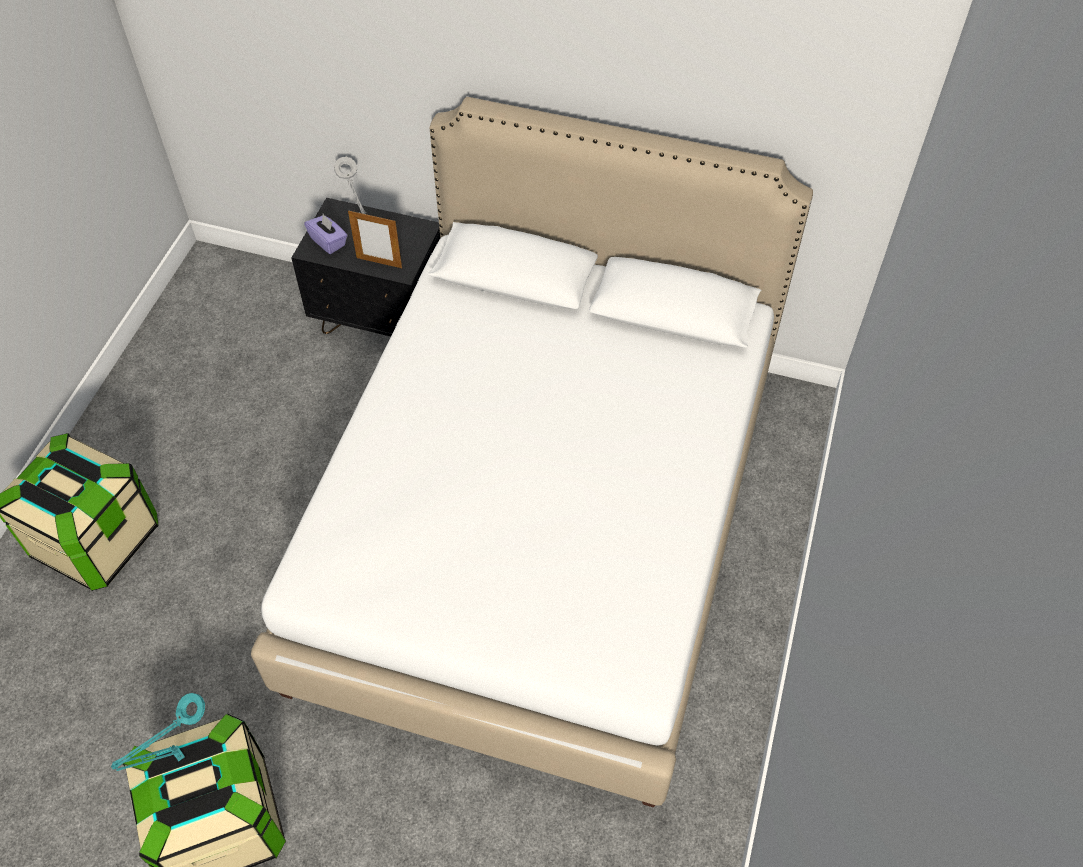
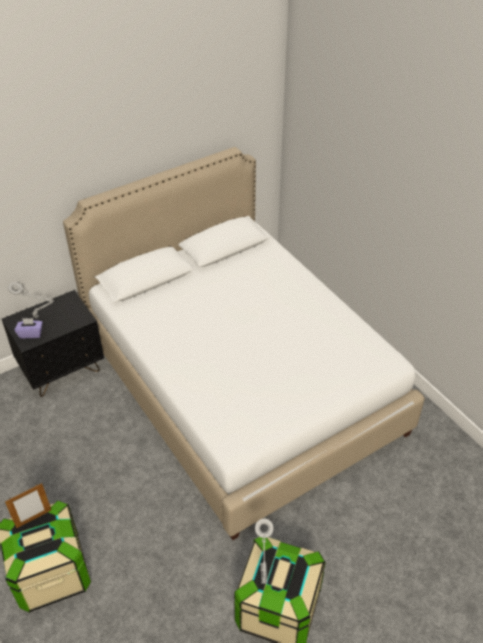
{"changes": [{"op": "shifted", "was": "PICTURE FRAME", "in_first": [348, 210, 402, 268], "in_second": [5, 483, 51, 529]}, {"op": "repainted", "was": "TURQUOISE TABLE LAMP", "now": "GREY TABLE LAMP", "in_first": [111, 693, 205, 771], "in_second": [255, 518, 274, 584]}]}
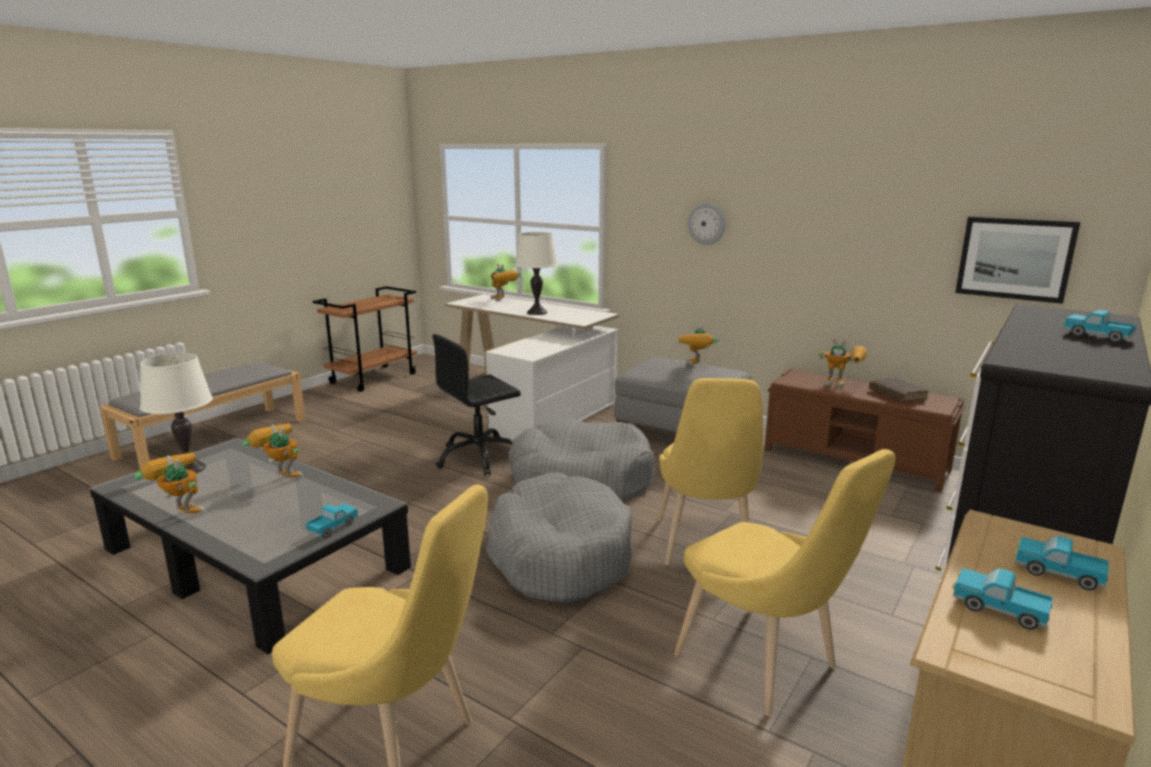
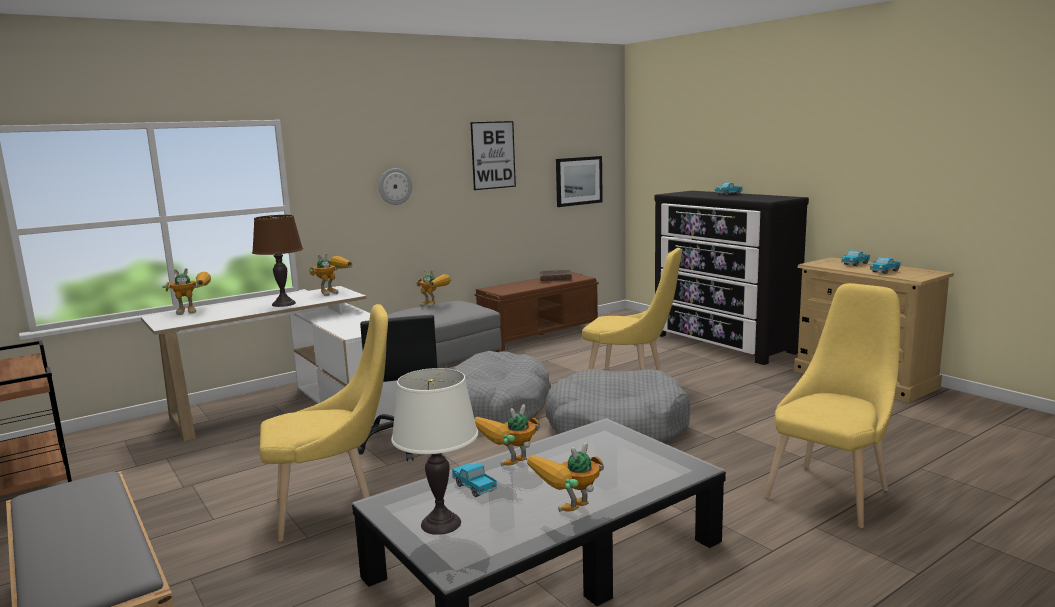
{"changes": [{"op": "new", "now": "PICTURE", "in_second": [470, 121, 516, 190]}, {"op": "shifted", "was": "MODEL TRUCK", "in_first": [306, 504, 358, 538], "in_second": [452, 463, 497, 497]}, {"op": "shifted", "was": "YELLOW CHAIR", "in_first": [674, 449, 895, 716], "in_second": [260, 304, 388, 542]}, {"op": "shifted", "was": "ROBOT FIGURE", "in_first": [818, 339, 867, 387], "in_second": [309, 253, 353, 296]}, {"op": "repainted", "was": "WHITE-COLOURED TABLE LAMP", "now": "BROWN-COLOURED TABLE LAMP", "in_first": [515, 232, 558, 315], "in_second": [252, 215, 303, 307]}]}
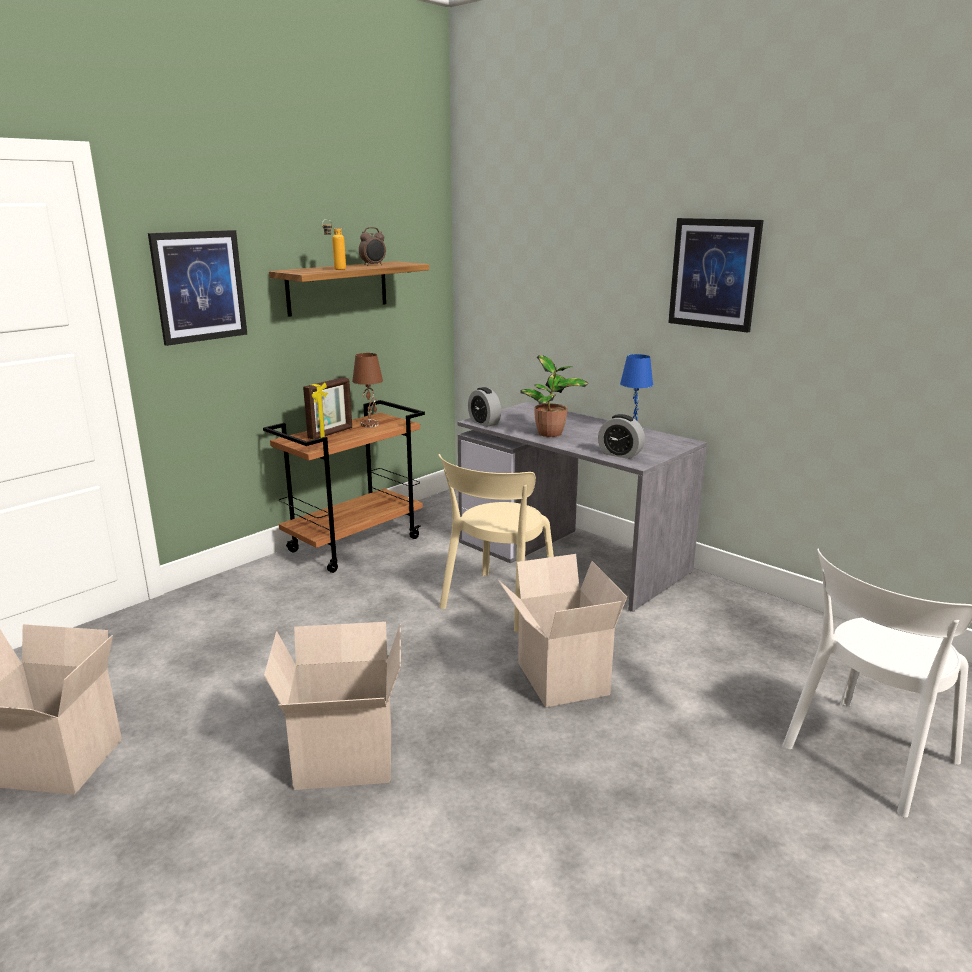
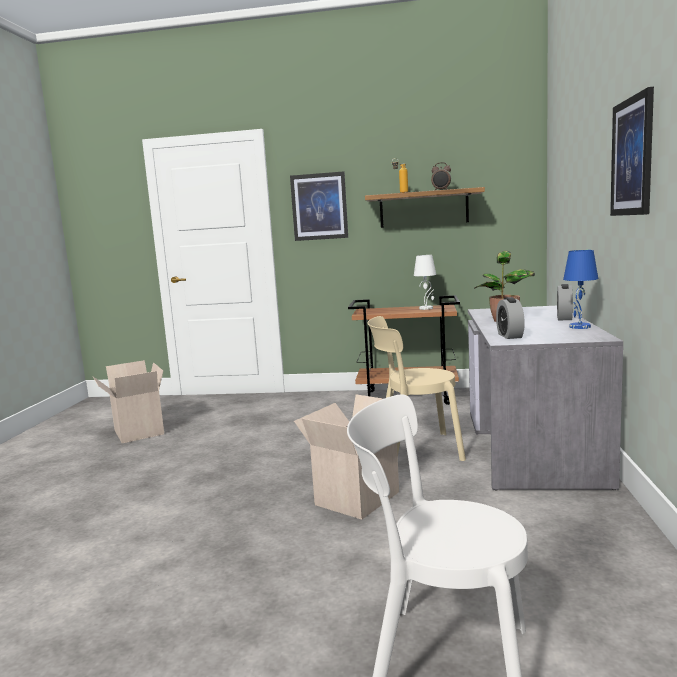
{"changes": [{"op": "gone", "was": "PACKING BOX", "in_first": [264, 622, 401, 790]}, {"op": "gone", "was": "PICTURE FRAME", "in_first": [303, 377, 352, 440]}, {"op": "shifted", "was": "TABLE CLOCK", "in_first": [468, 387, 501, 427], "in_second": [557, 284, 573, 320]}, {"op": "repainted", "was": "BROWN-COLOURED TABLE LAMP", "now": "WHITE-COLOURED TABLE LAMP", "in_first": [352, 353, 383, 427], "in_second": [414, 255, 436, 310]}]}
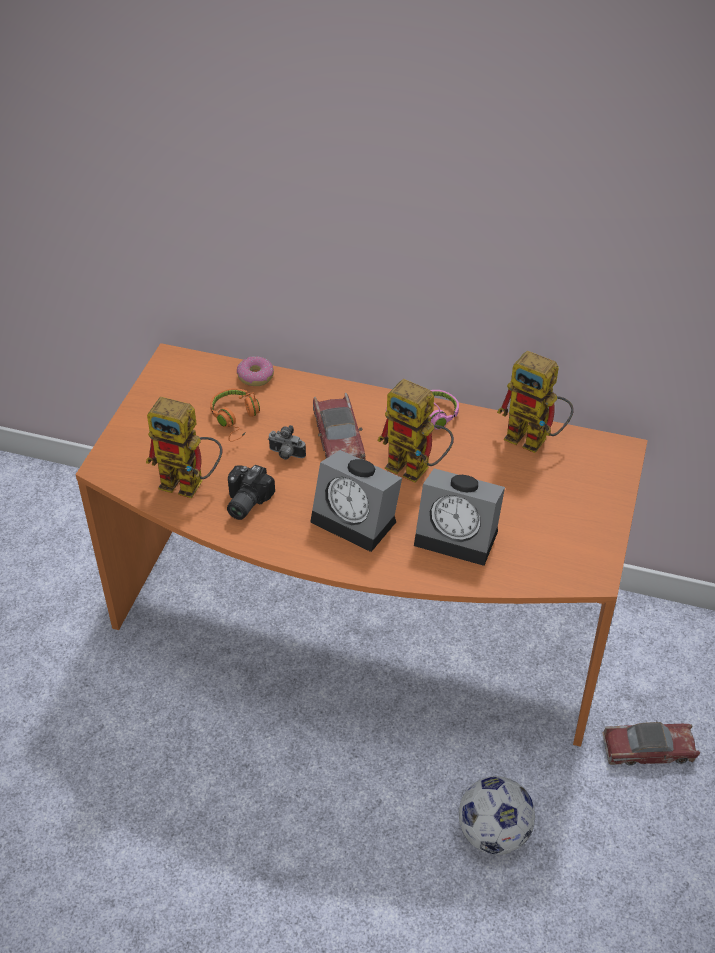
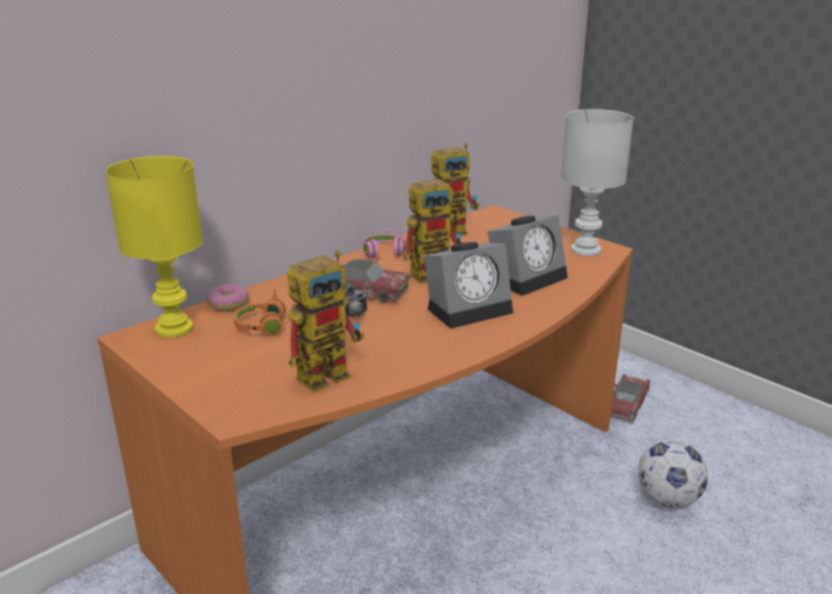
{"changes": [{"op": "gone", "was": "PHOTO CAMERA", "in_first": [227, 465, 275, 520]}, {"op": "new", "now": "YELLOW TABLE LAMP", "in_second": [105, 156, 203, 338]}, {"op": "new", "now": "WHITE-COLOURED TABLE LAMP", "in_second": [561, 109, 634, 256]}]}
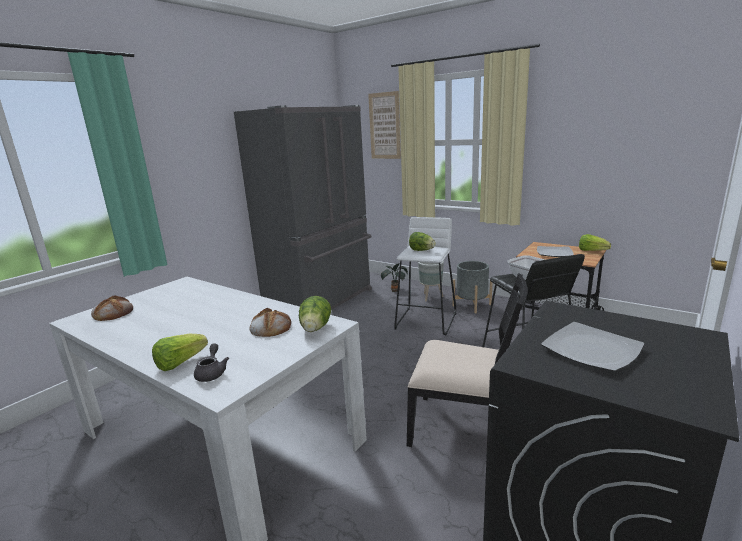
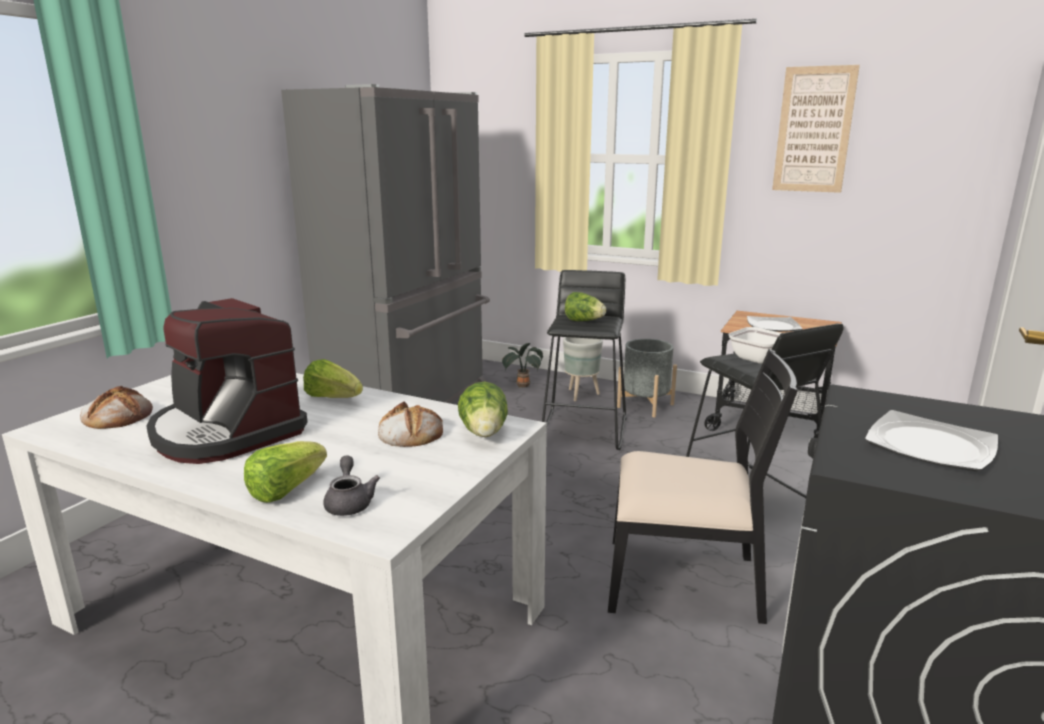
{"changes": [{"op": "new", "now": "COFFEE MACHINE", "in_second": [146, 298, 308, 464]}, {"op": "shifted", "was": "PICTURE", "in_first": [368, 91, 401, 159], "in_second": [772, 65, 860, 193]}, {"op": "shifted", "was": "HEAD OF LETTUCE", "in_first": [579, 234, 611, 251], "in_second": [303, 359, 363, 398]}, {"op": "repainted", "was": "WHITE-COLOURED SITTING STOOL", "now": "BLACKISH SITTING STOOL", "in_first": [394, 217, 457, 335], "in_second": [542, 270, 626, 450]}]}
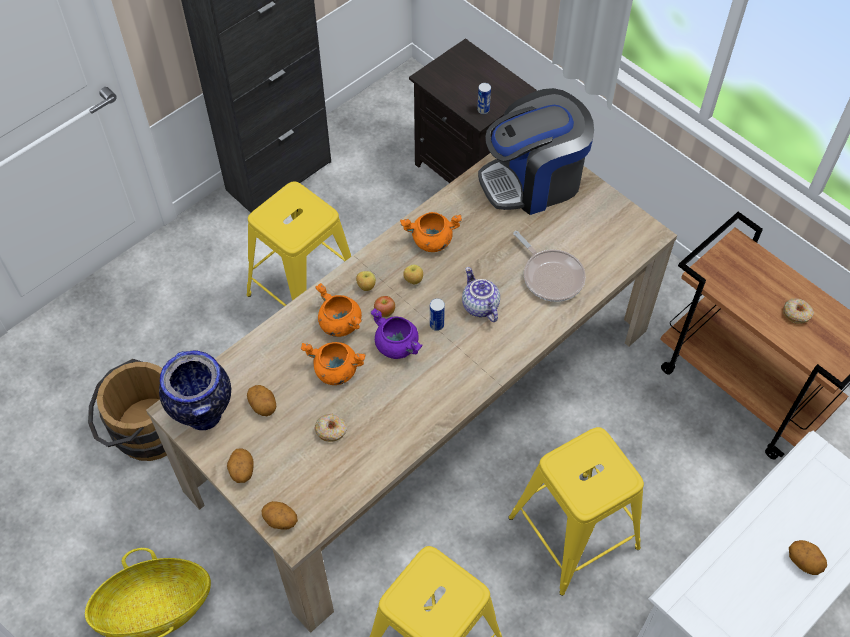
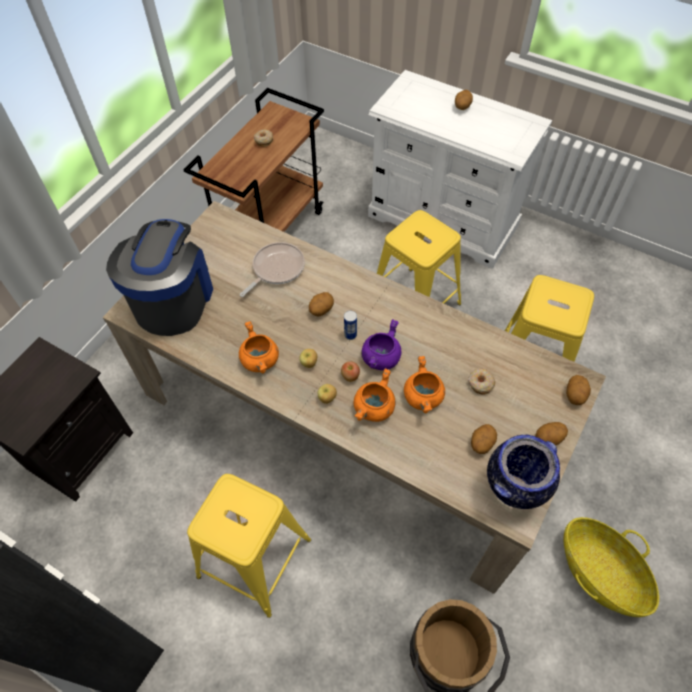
{"changes": [{"op": "gone", "was": "CAN", "in_first": [477, 83, 491, 114]}, {"op": "swapped", "was": "TEAPOT", "now": "WHOLE POTATO", "in_first": [462, 267, 500, 322], "in_second": [309, 292, 334, 316]}, {"op": "rotated", "was": "COFFEE MACHINE", "in_first": [478, 88, 594, 215], "in_second": [106, 219, 213, 336], "clockwise": -135}]}
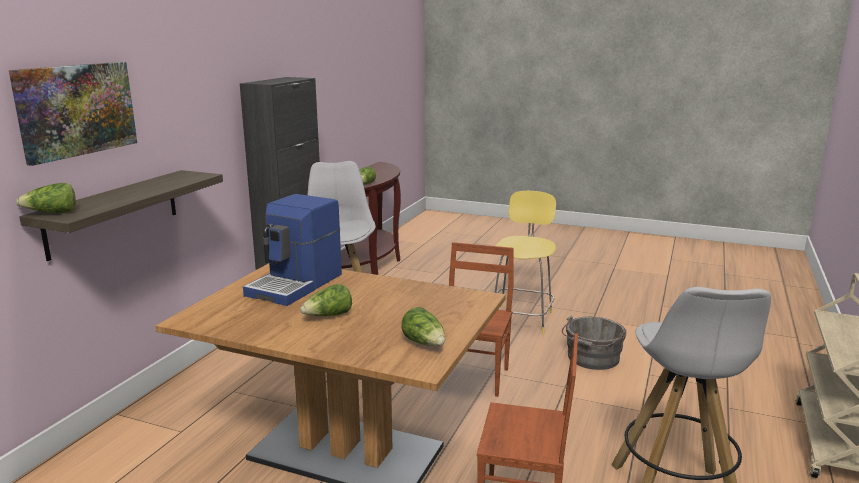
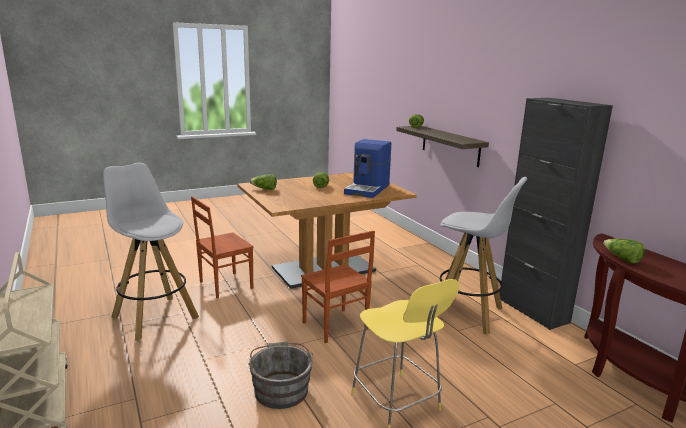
{"changes": [{"op": "gone", "was": "PICTURE", "in_first": [9, 62, 137, 166]}, {"op": "rotated", "was": "COFFEE MACHINE", "in_first": [243, 194, 342, 306], "in_second": [344, 139, 391, 198], "clockwise": -135}]}
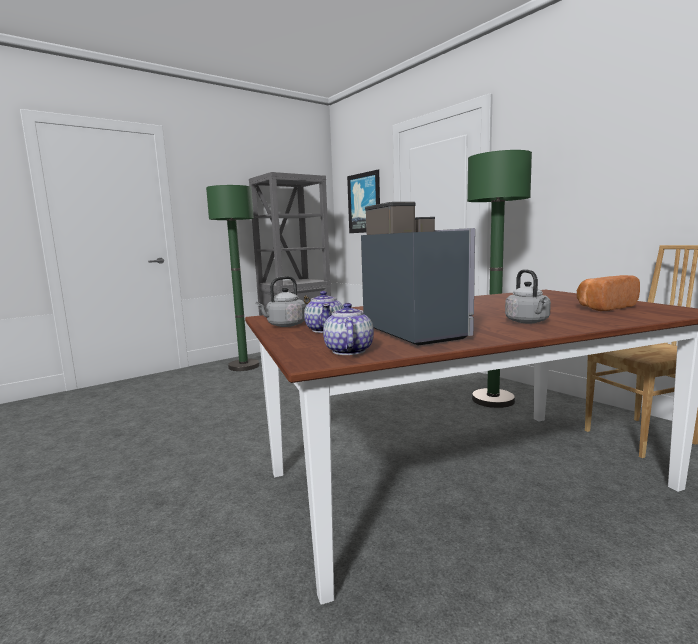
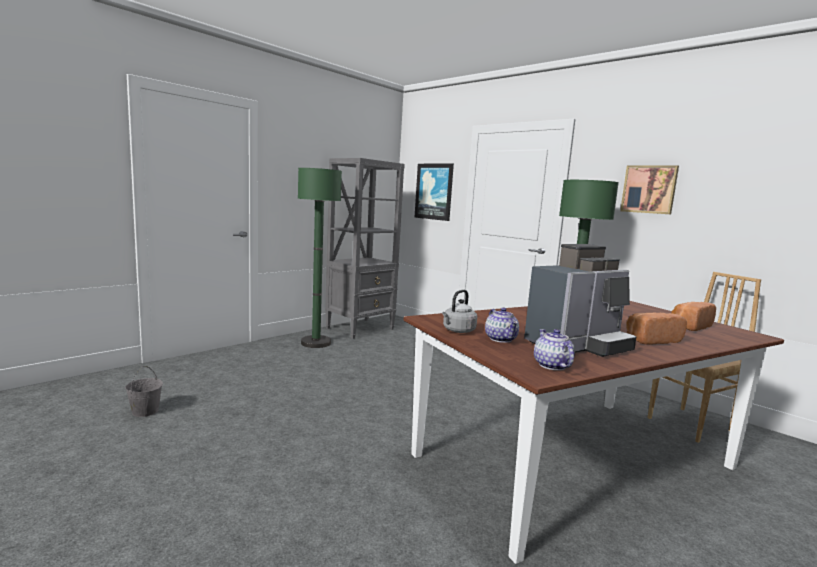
{"changes": [{"op": "new", "now": "GREY WATER BUCKET", "in_second": [125, 366, 163, 417]}, {"op": "new", "now": "PICTURE", "in_second": [620, 165, 679, 214]}, {"op": "swapped", "was": "GREY KETTLE", "now": "BAKED BREAD", "in_first": [505, 269, 551, 323], "in_second": [626, 313, 687, 345]}, {"op": "rotated", "was": "COFFEE MACHINE", "in_first": [361, 202, 475, 346], "in_second": [524, 244, 636, 357], "clockwise": 90}]}
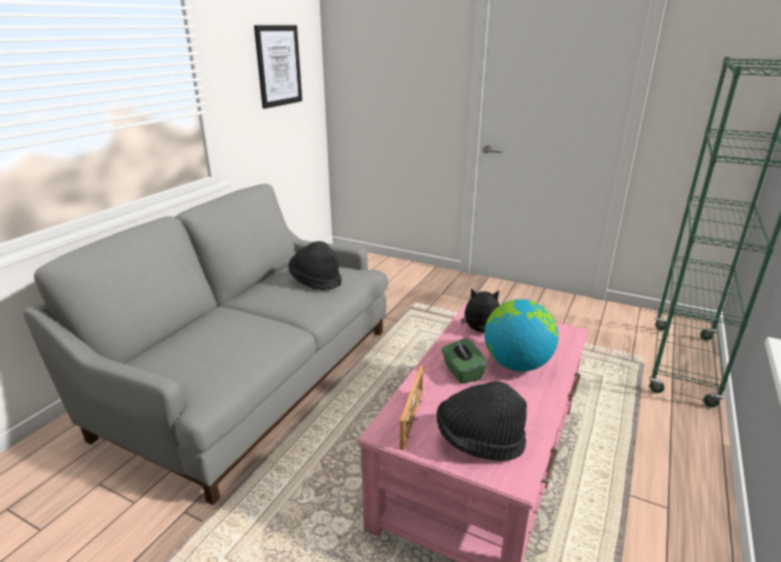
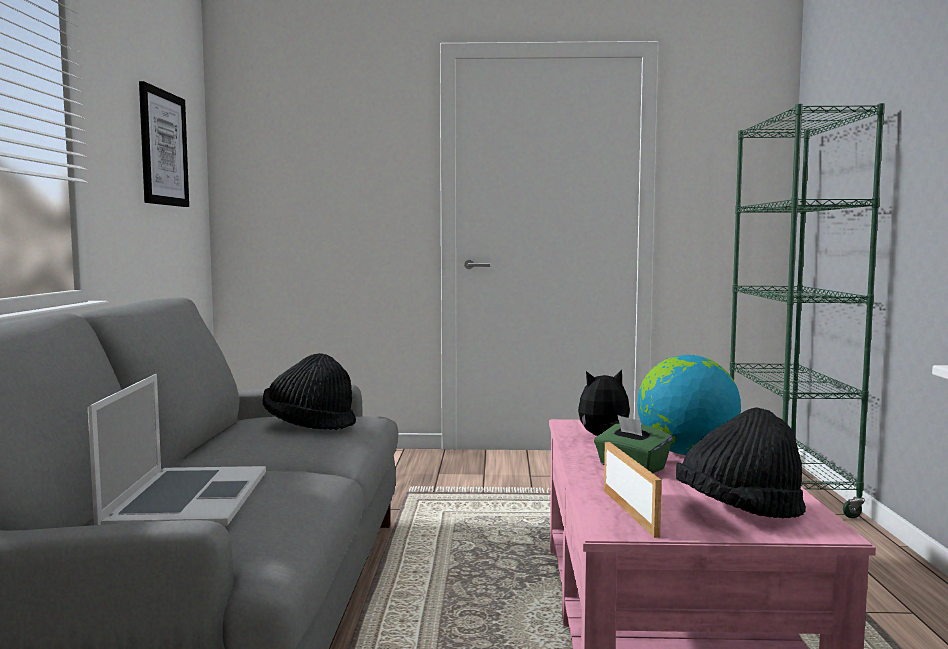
{"changes": [{"op": "new", "now": "NOTEBOOK COMPUTER", "in_second": [88, 374, 266, 526]}]}
